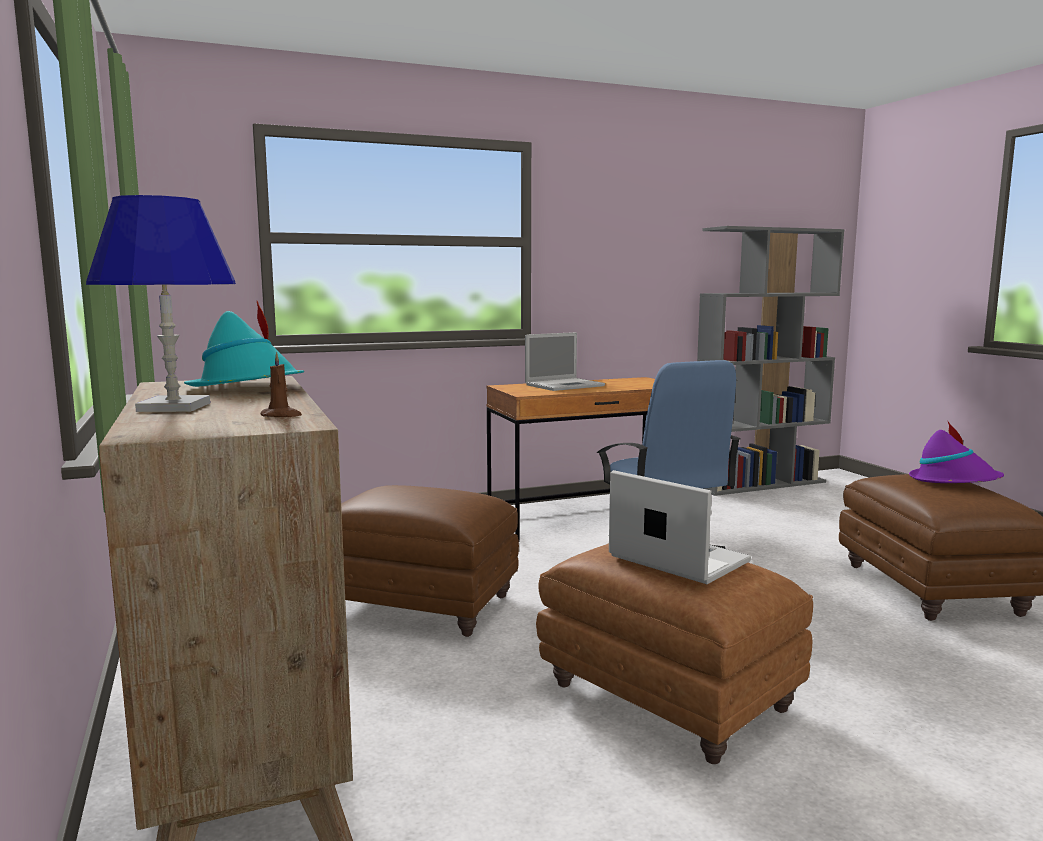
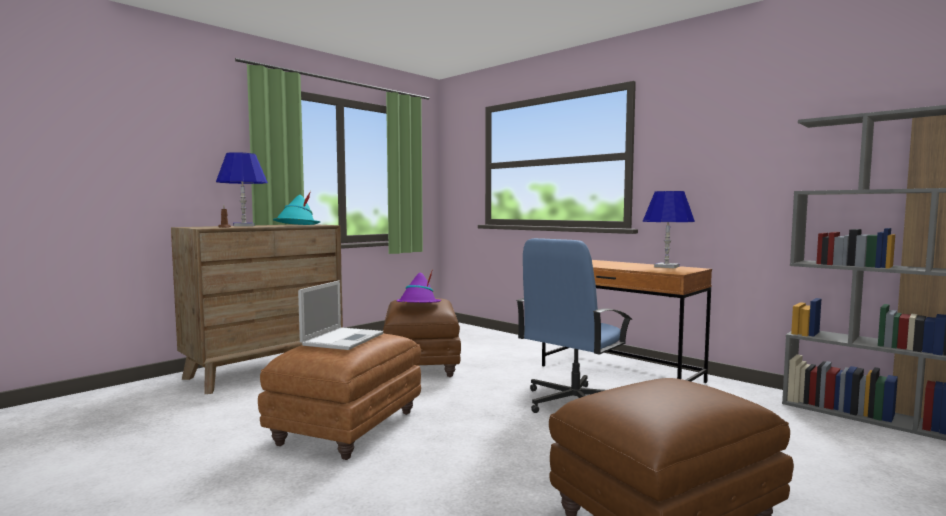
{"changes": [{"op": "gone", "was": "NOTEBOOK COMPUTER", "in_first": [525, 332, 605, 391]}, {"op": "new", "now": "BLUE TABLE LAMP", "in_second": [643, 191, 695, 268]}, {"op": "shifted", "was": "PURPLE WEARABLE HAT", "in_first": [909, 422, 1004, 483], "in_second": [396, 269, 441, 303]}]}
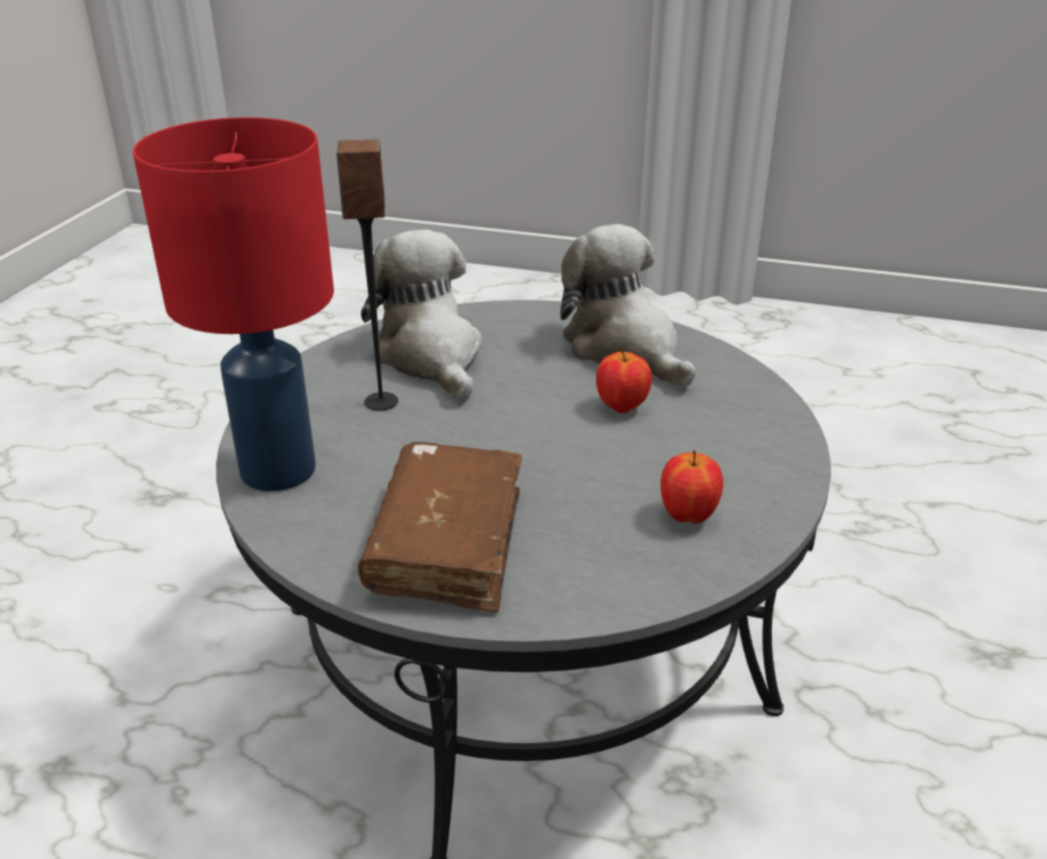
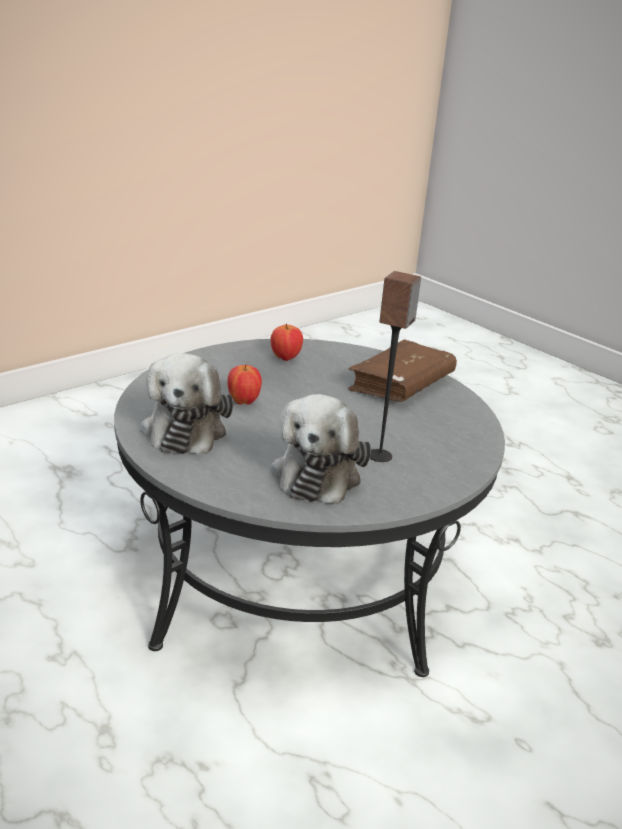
{"changes": [{"op": "gone", "was": "REDDISH TABLE LAMP", "in_first": [133, 117, 334, 491]}]}
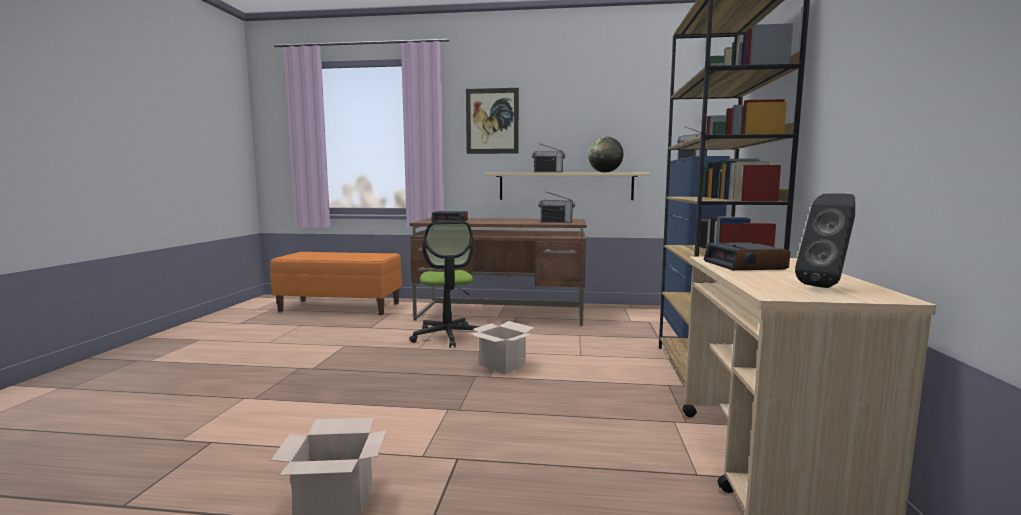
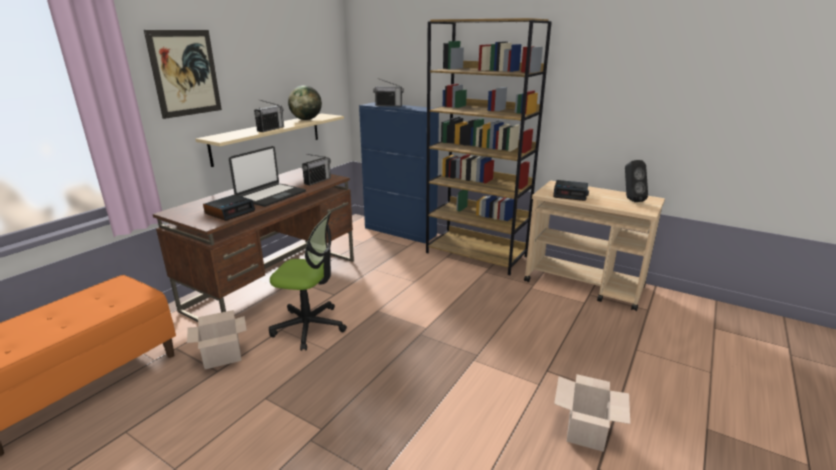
{"changes": [{"op": "new", "now": "NOTEBOOK COMPUTER", "in_second": [229, 146, 306, 207]}, {"op": "shifted", "was": "PACKING BOX", "in_first": [469, 321, 535, 374], "in_second": [187, 310, 247, 369]}]}
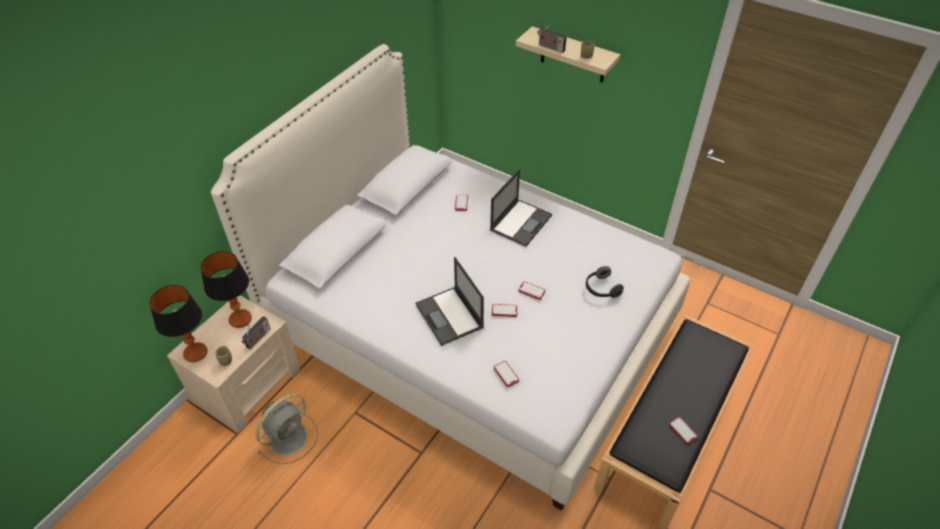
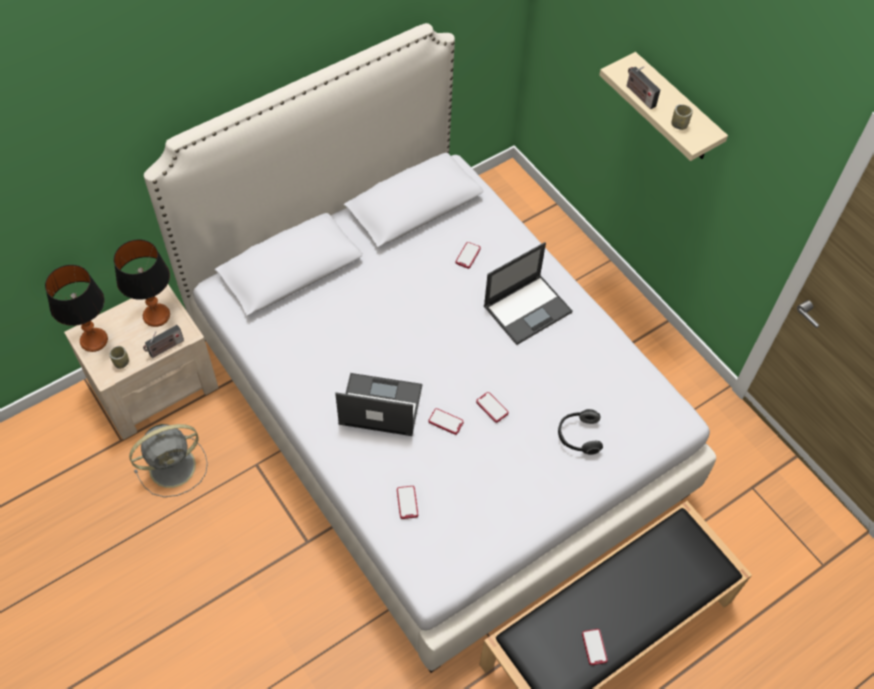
{"changes": [{"op": "rotated", "was": "NOTEBOOK COMPUTER", "in_first": [415, 257, 484, 346], "in_second": [335, 373, 423, 436], "clockwise": 105}]}
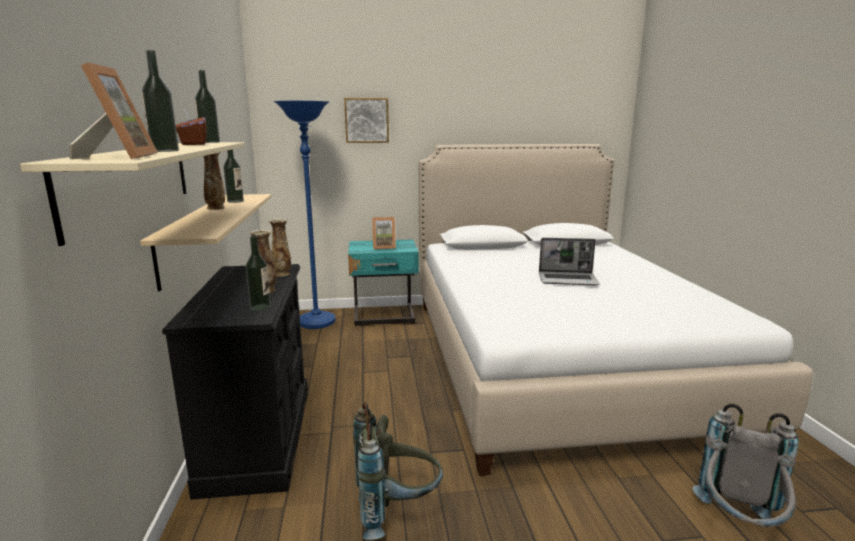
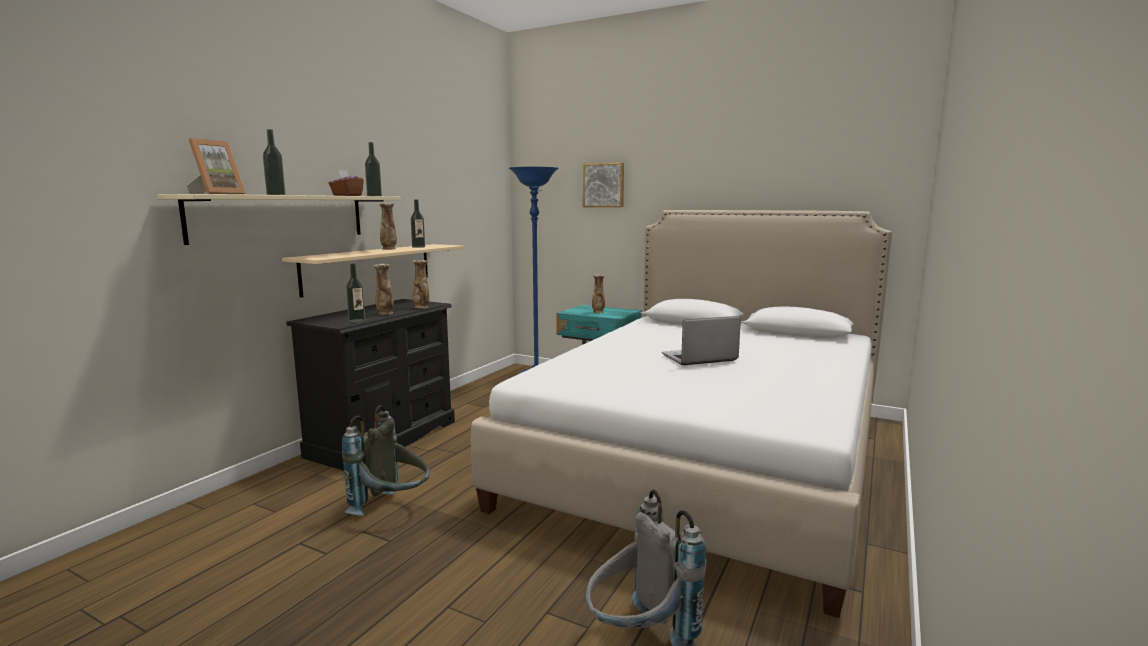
{"changes": [{"op": "swapped", "was": "PICTURE FRAME", "now": "FLOWER VASE", "in_first": [372, 217, 396, 249], "in_second": [592, 275, 605, 313]}, {"op": "rotated", "was": "NOTEBOOK COMPUTER", "in_first": [539, 238, 599, 285], "in_second": [662, 316, 741, 365], "clockwise": 120}]}
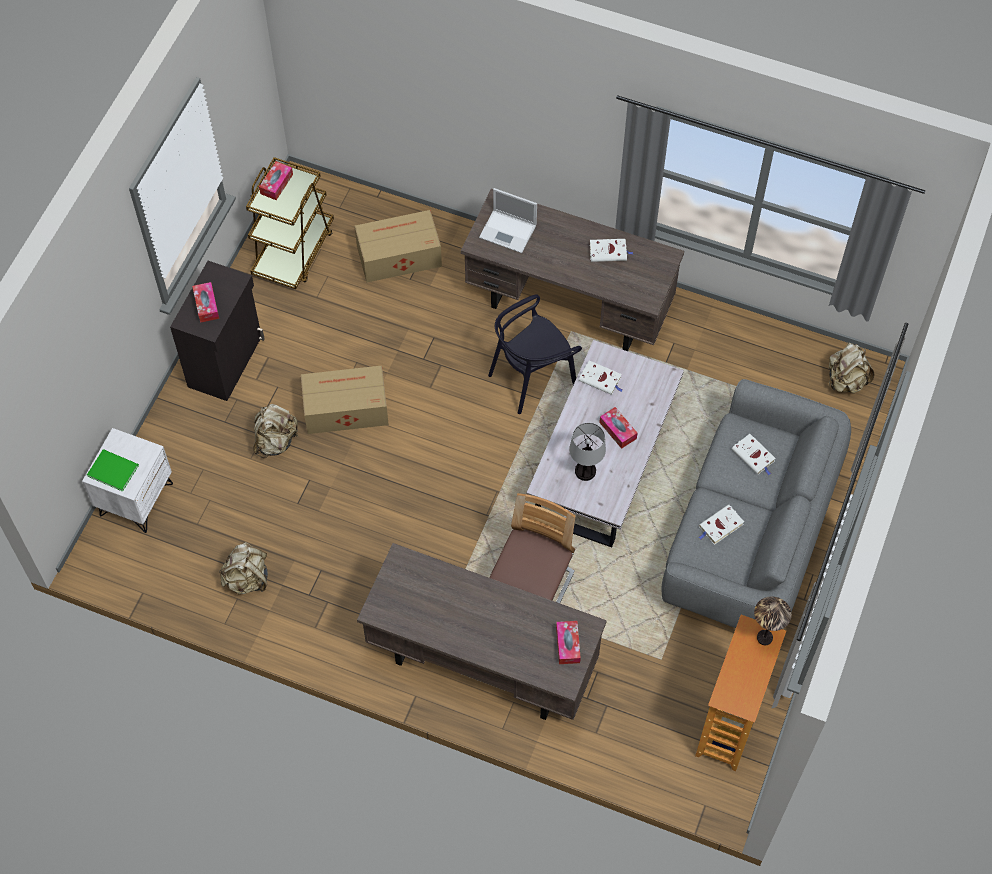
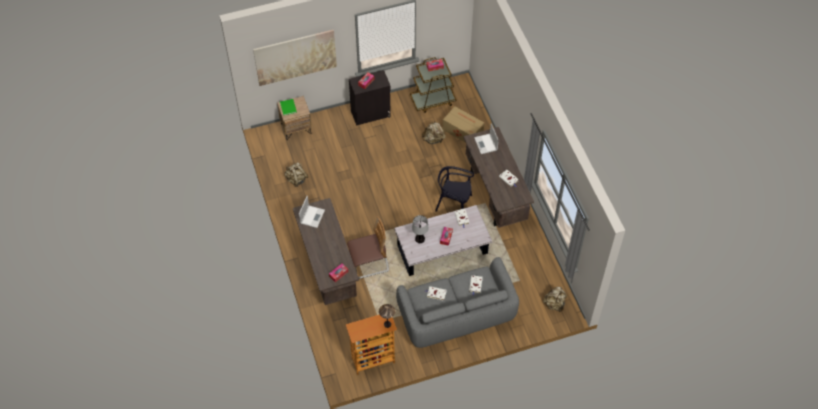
{"changes": [{"op": "gone", "was": "PACKING BOX", "in_first": [301, 365, 389, 434]}, {"op": "new", "now": "PICTURE", "in_second": [253, 30, 337, 86]}, {"op": "new", "now": "NOTEBOOK COMPUTER", "in_second": [299, 196, 325, 228]}, {"op": "shifted", "was": "BEIGE-COLOURED RUCKSACK", "in_first": [253, 404, 299, 458], "in_second": [422, 120, 445, 144]}, {"op": "repainted", "was": "WHITE-COLOURED NIGHT TABLE", "now": "BROWN-COLOURED NIGHT TABLE", "in_first": [82, 428, 173, 533], "in_second": [277, 96, 312, 140]}]}
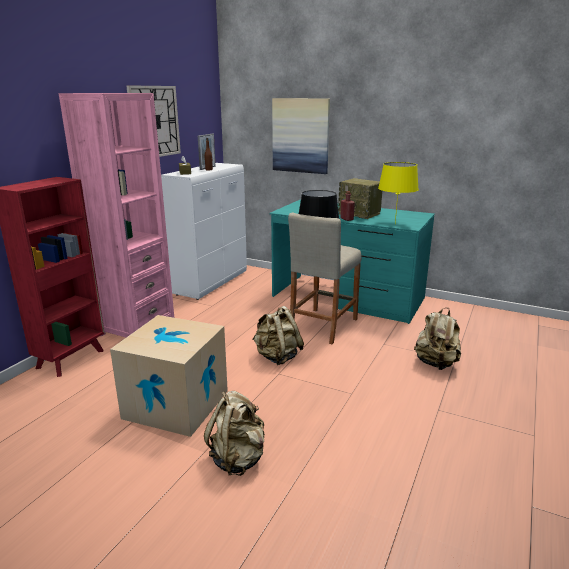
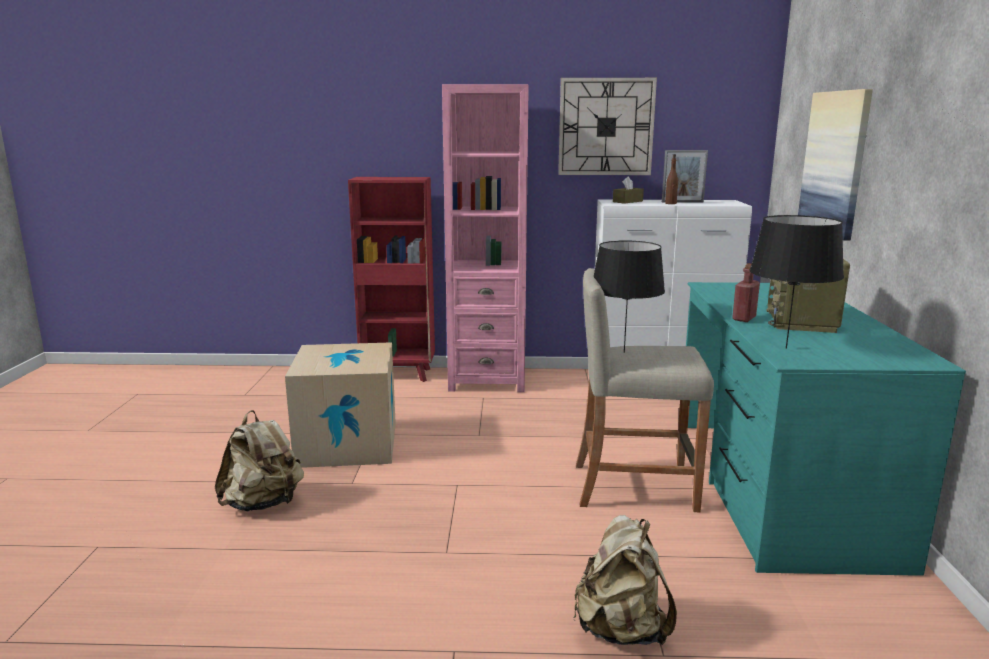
{"changes": [{"op": "gone", "was": "BEIGE-COLOURED RUCKSACK", "in_first": [253, 306, 304, 365]}, {"op": "repainted", "was": "YELLOW TABLE LAMP", "now": "BLACKISH TABLE LAMP", "in_first": [378, 162, 419, 223], "in_second": [749, 215, 844, 349]}]}
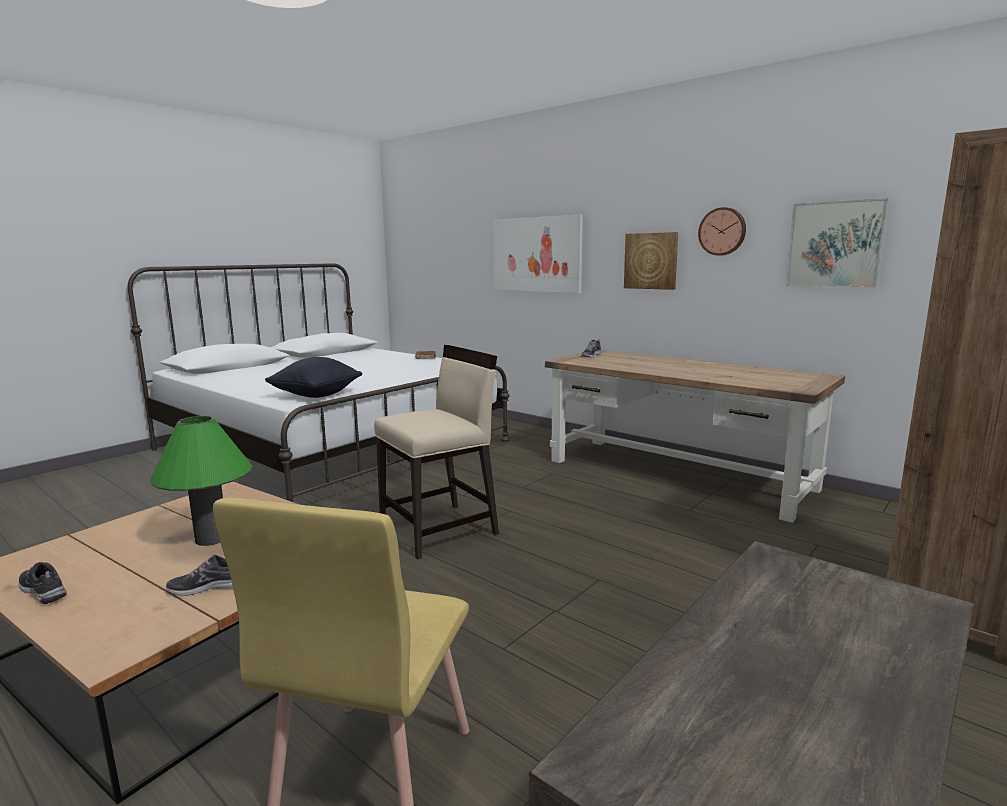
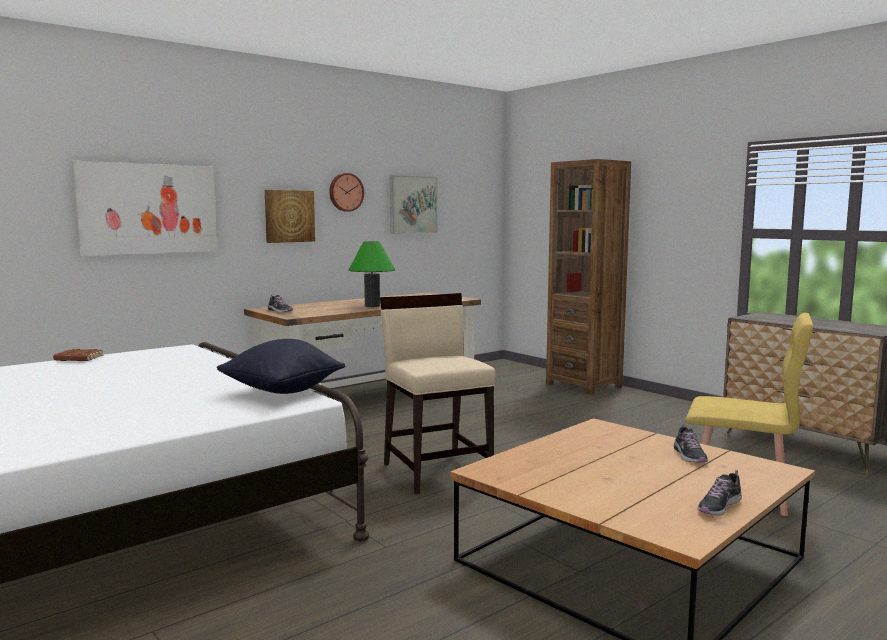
{"changes": [{"op": "shifted", "was": "GREENISH TABLE LAMP", "in_first": [150, 416, 252, 546], "in_second": [348, 241, 395, 307]}]}
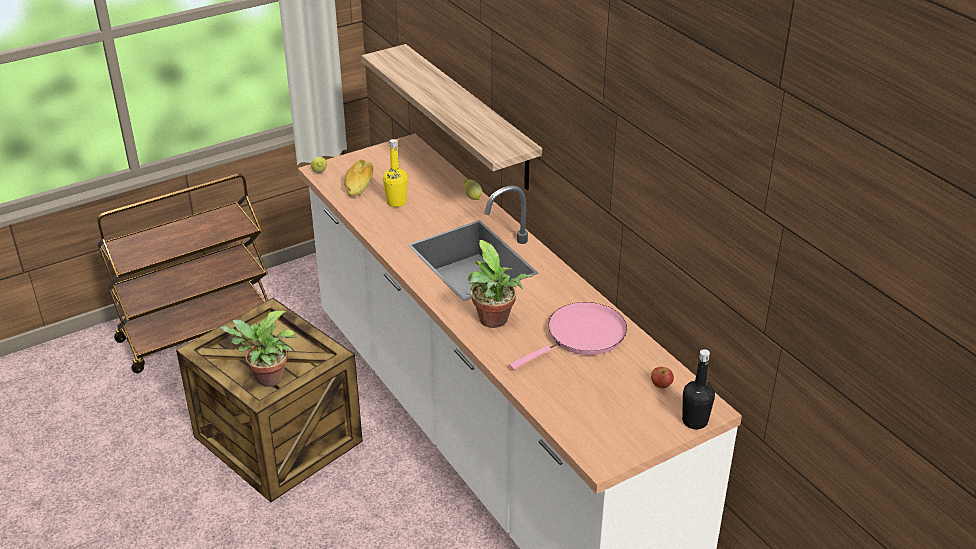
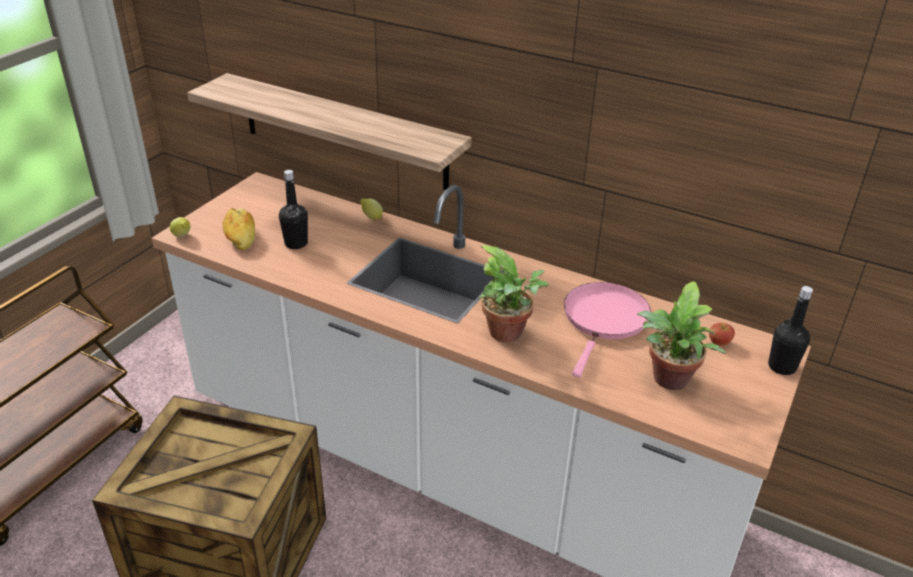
{"changes": [{"op": "shifted", "was": "POTTED PLANT", "in_first": [219, 310, 297, 387], "in_second": [637, 281, 726, 390]}, {"op": "repainted", "was": "YELLOW BEVERAGE BOTTLE", "now": "BLACKISH BEVERAGE BOTTLE", "in_first": [383, 139, 408, 207], "in_second": [279, 170, 308, 249]}]}
